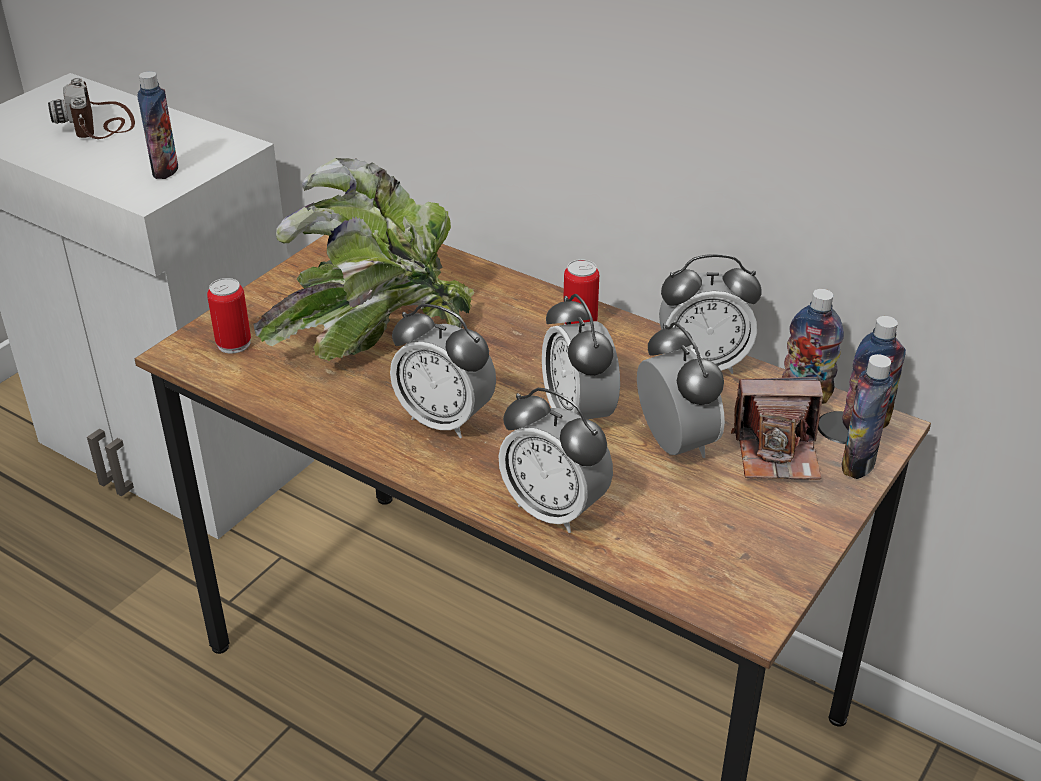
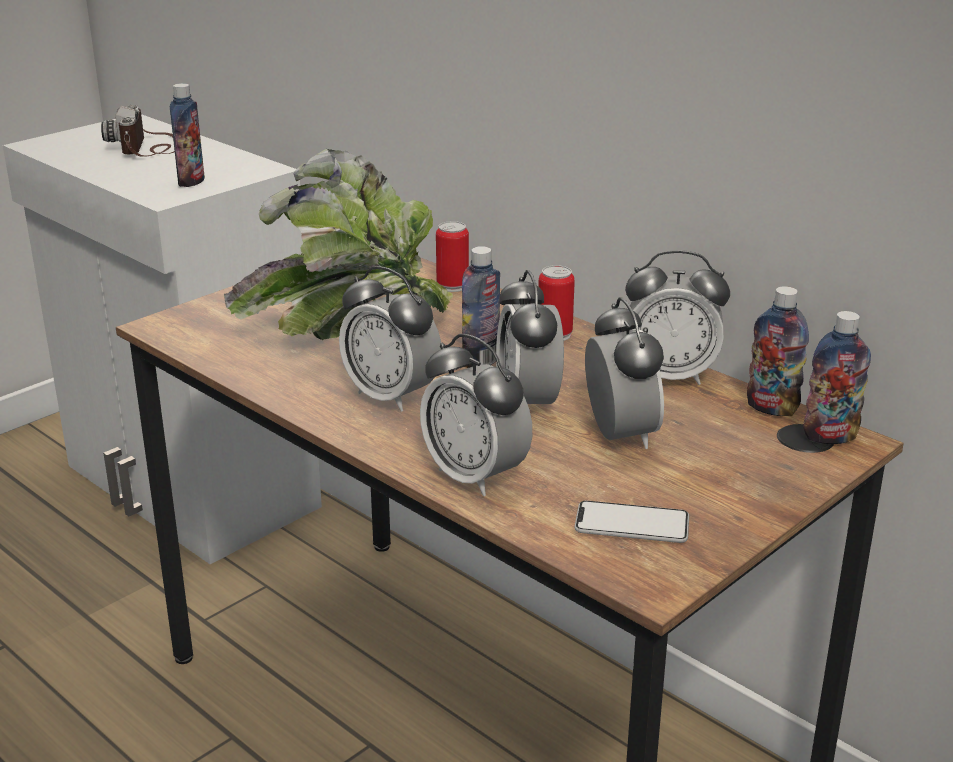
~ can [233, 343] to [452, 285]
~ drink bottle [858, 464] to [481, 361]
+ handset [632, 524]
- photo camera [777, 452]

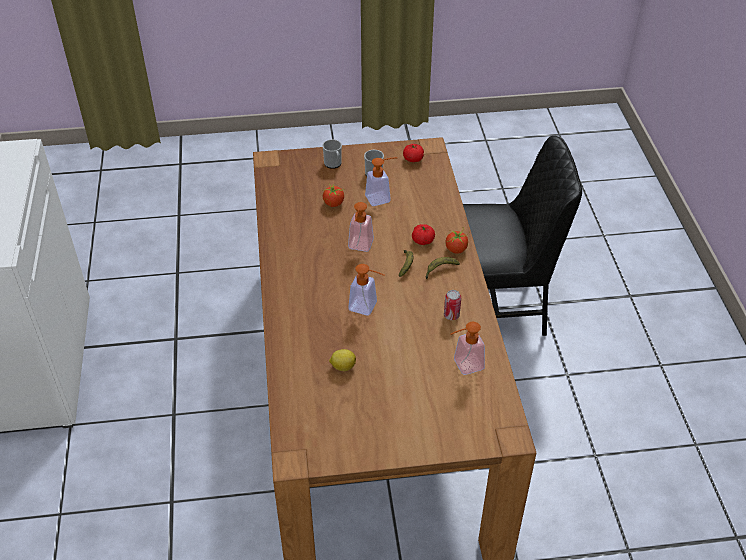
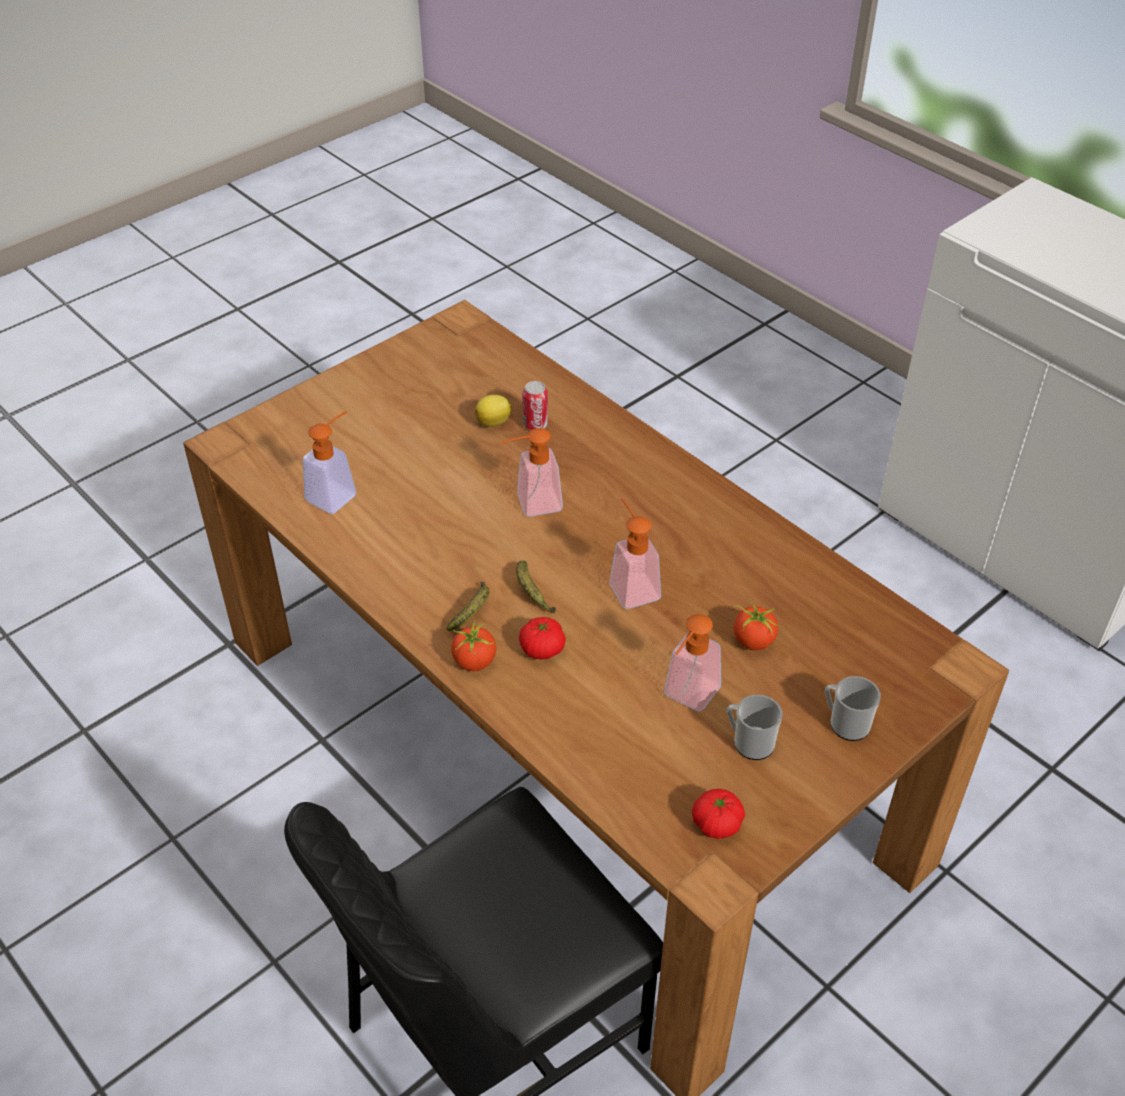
~ can [451, 315] to [535, 424]

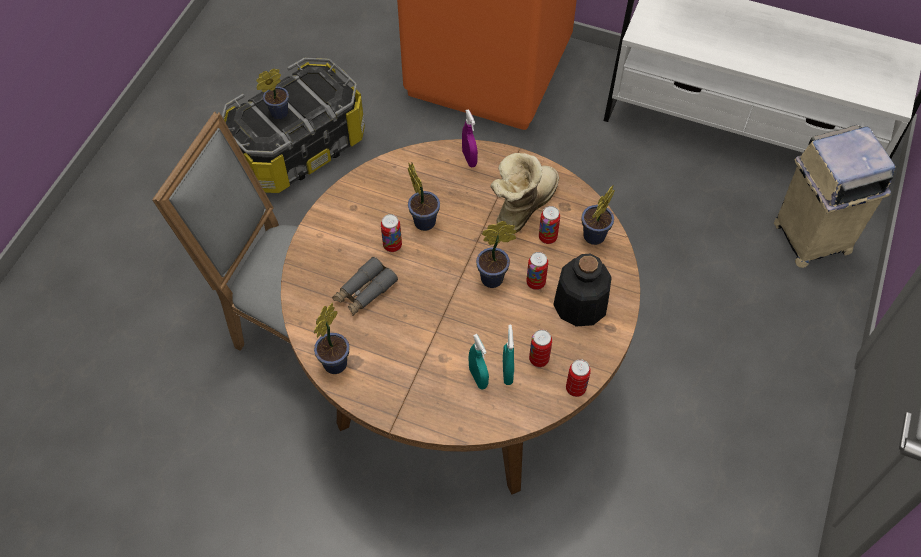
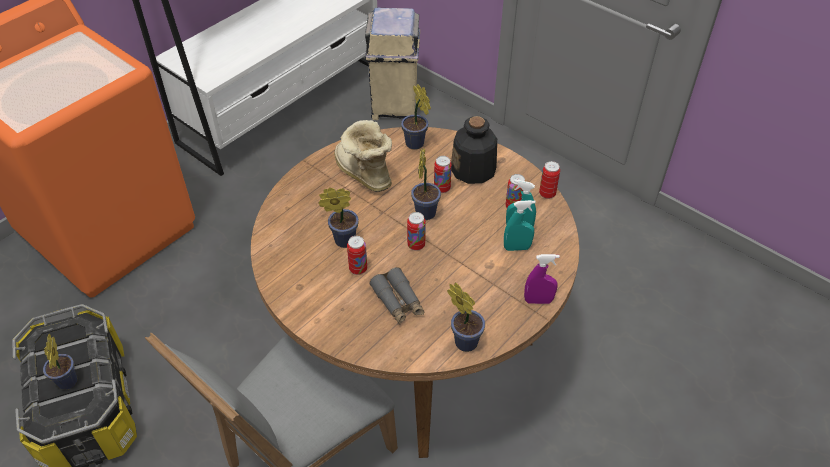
~ can [547, 237] to [416, 245]
~ purple-coloured spray bottle [469, 158] to [538, 300]

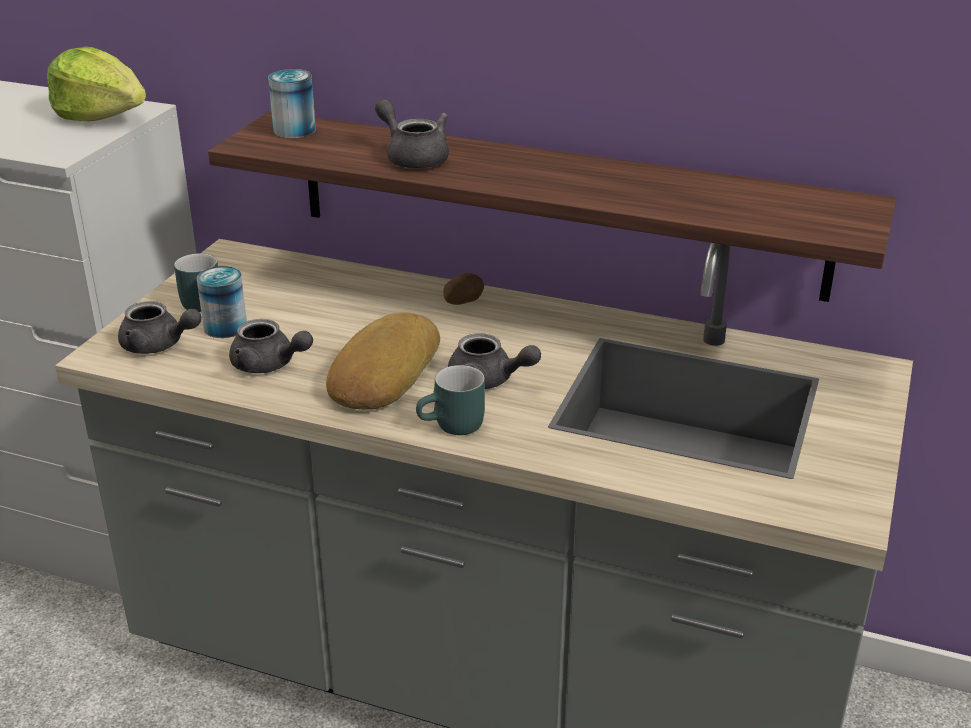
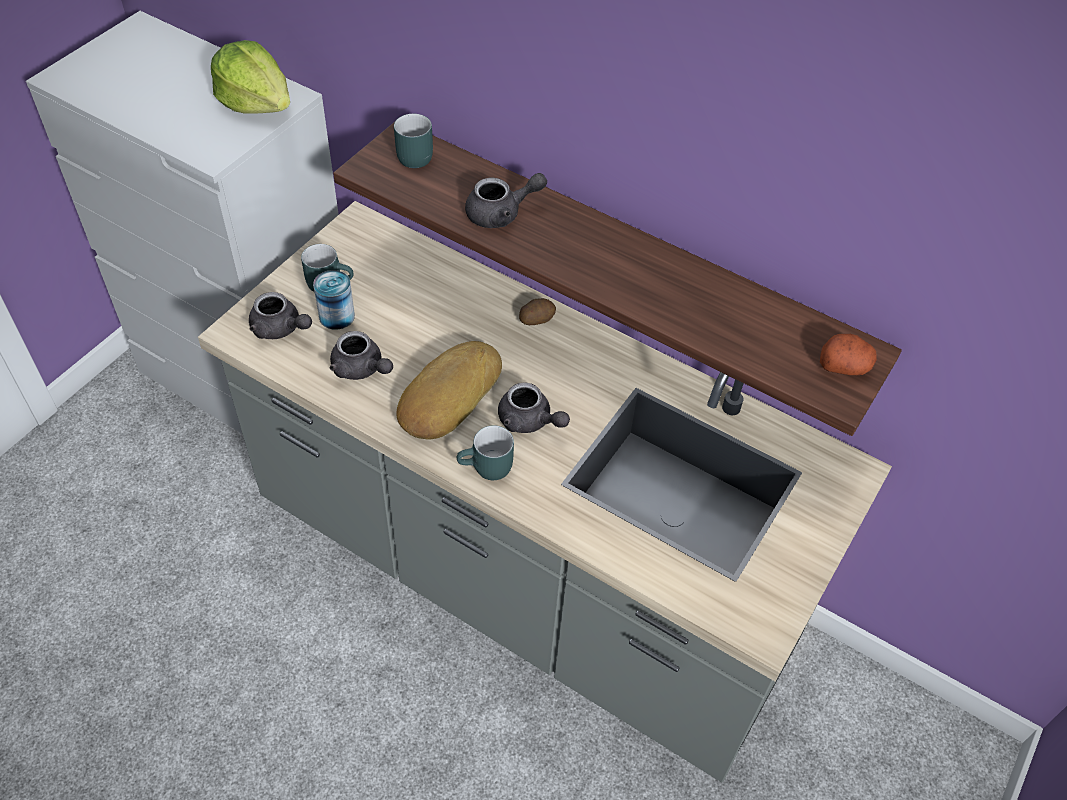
~ can [294, 130] to turquoise tea mug [412, 154]
~ gray pot for tea [413, 157] = [501, 214] 105 degrees clockwise
+ potato [844, 366]

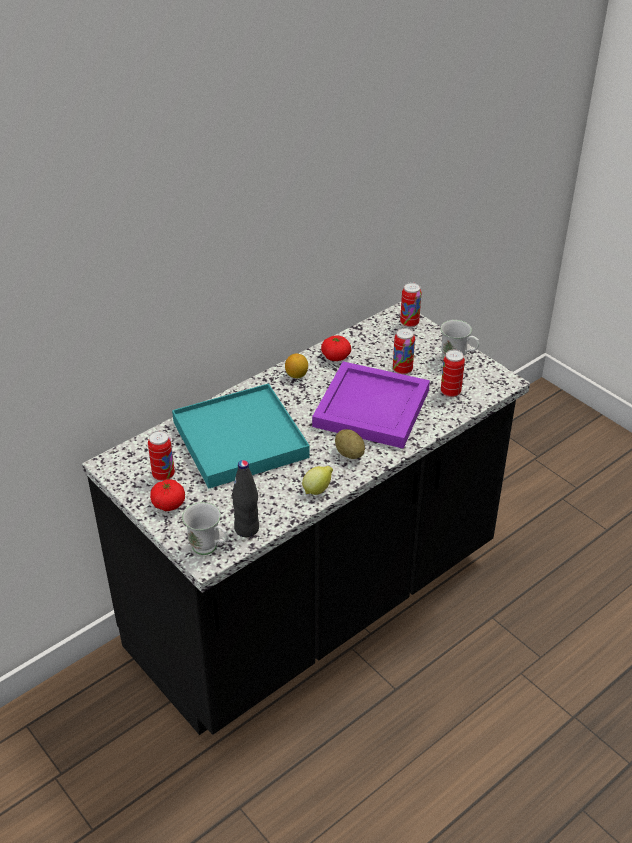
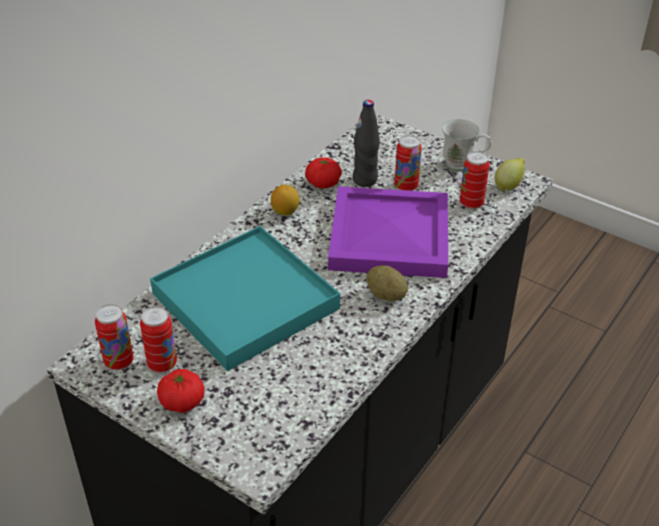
~ can [409, 323] to [119, 361]
~ black-coloured drink bottle [247, 529] to [365, 180]
~ citrus fruit [318, 490] to [508, 186]
- white tea mug [210, 549]

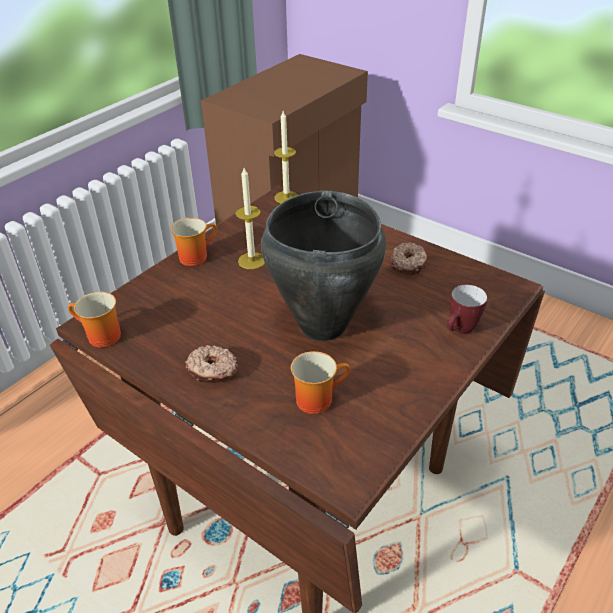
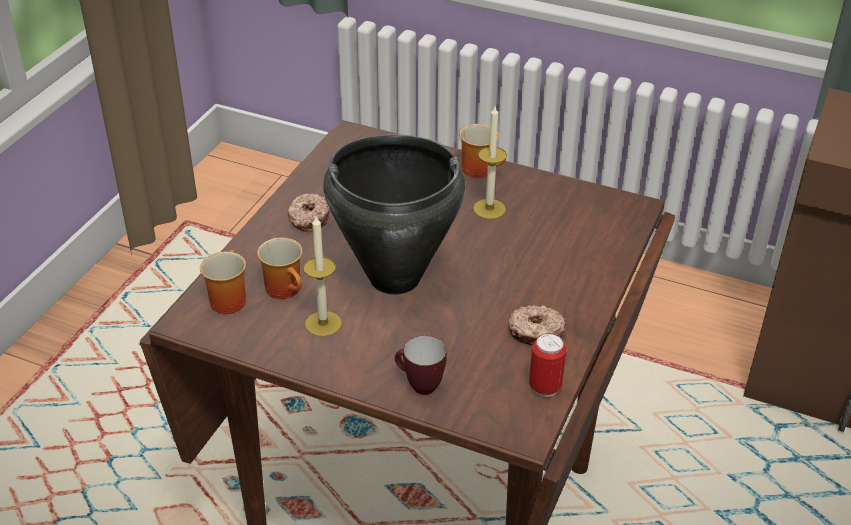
~ tea mug [99, 337] to [226, 299]
~ wax candle [286, 197] to [323, 324]
+ can [545, 387]

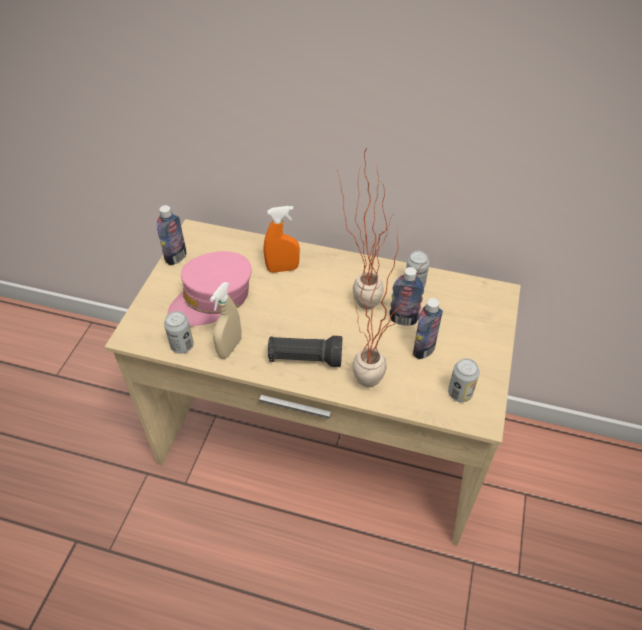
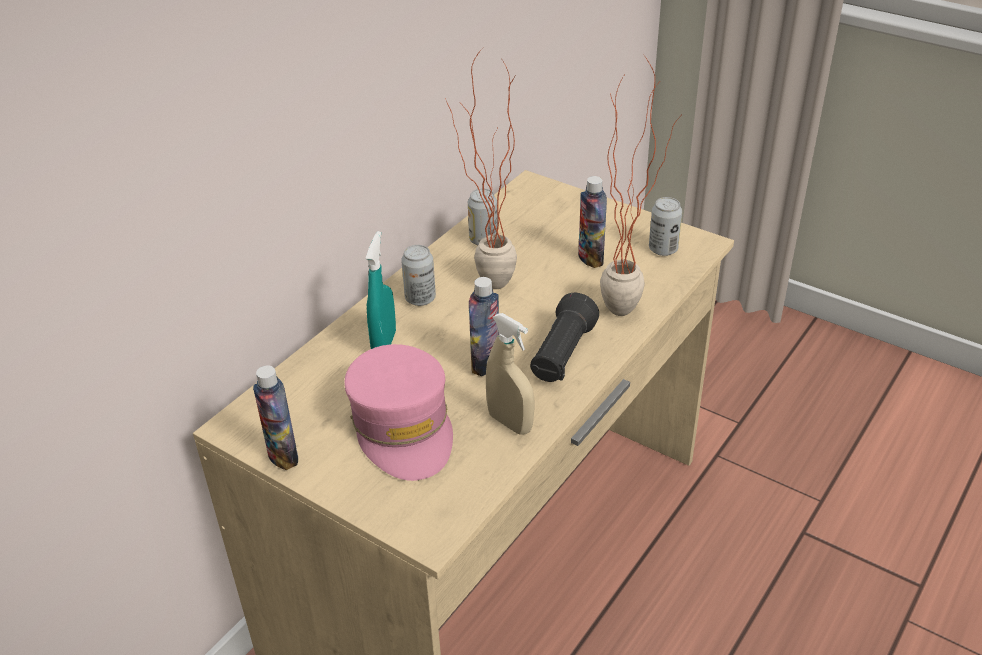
~ orange spray bottle [282, 269] to turquoise spray bottle [384, 344]
~ can [182, 346] to [420, 298]
~ drink bottle [403, 319] to [485, 364]

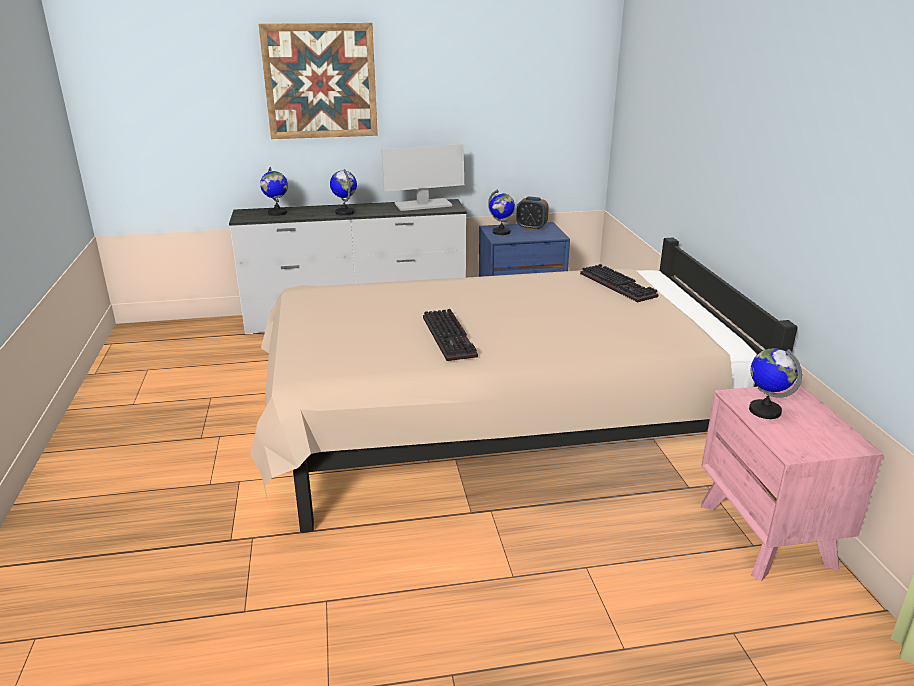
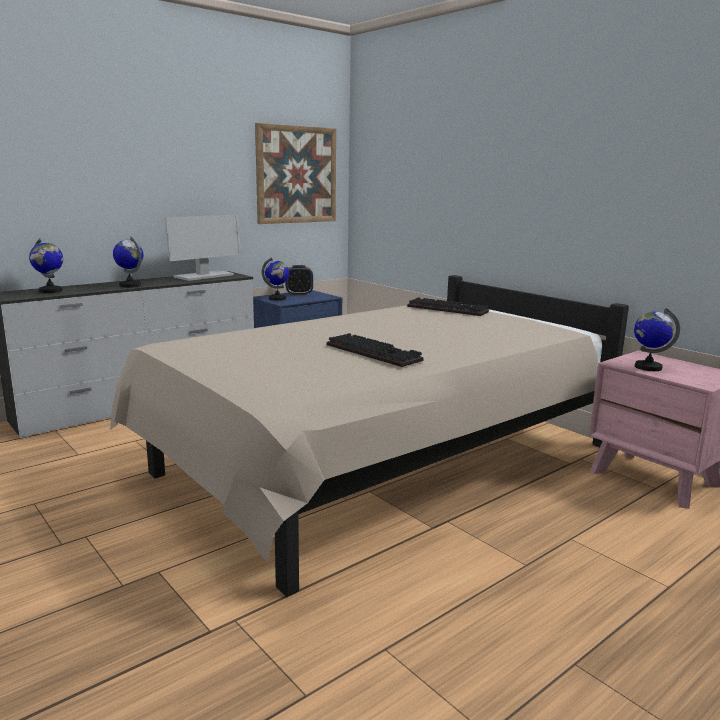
~ wall art [320, 81] to [296, 175]

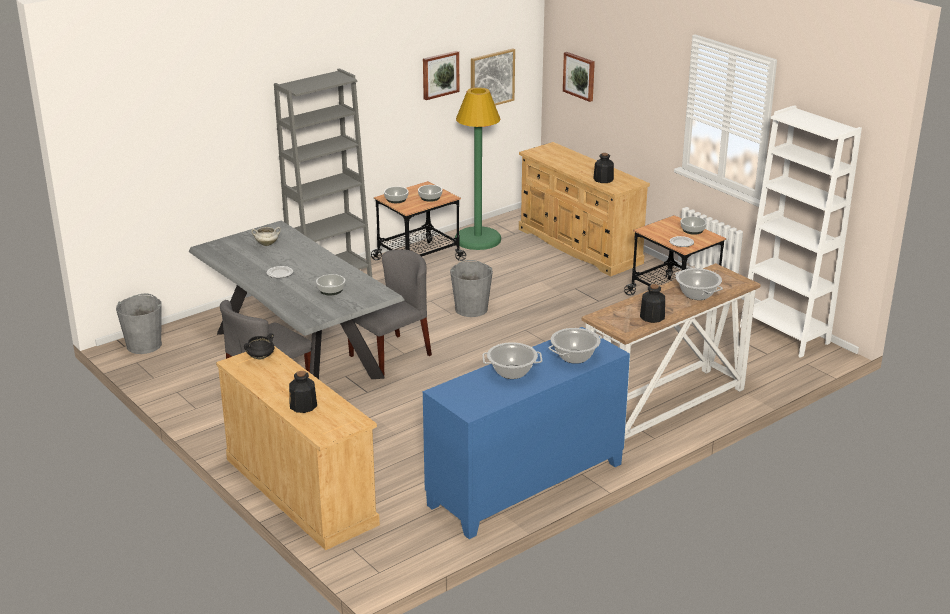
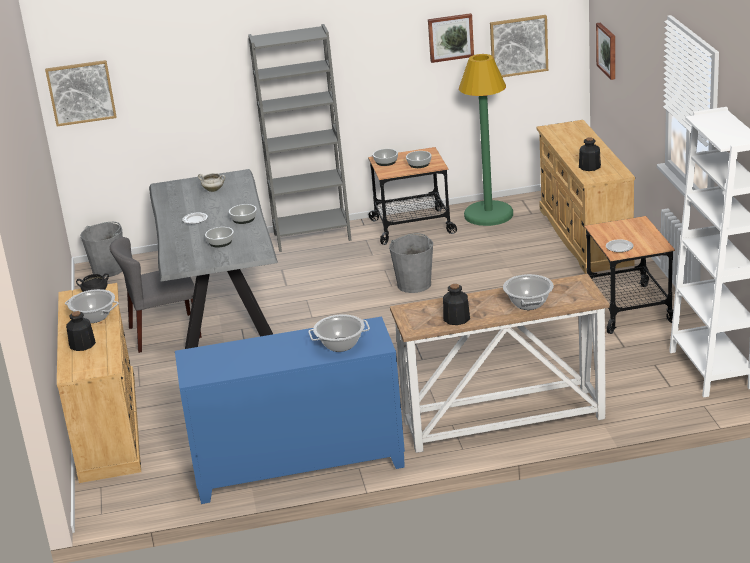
+ wall art [81, 92]
~ saucepot [512, 372] to [94, 317]
~ bowl [692, 230] to [243, 219]
- gray chair [390, 355]

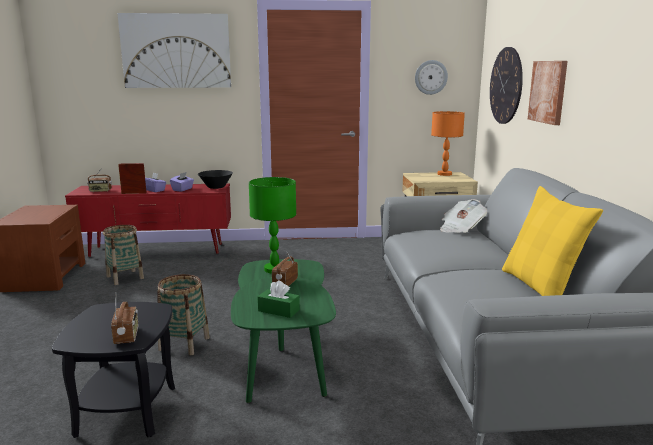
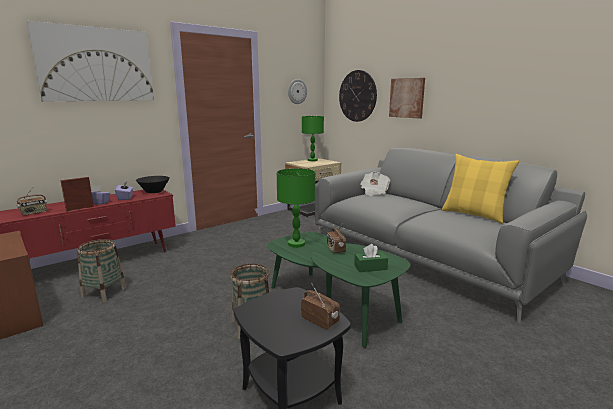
~ orange lamp for a table [444, 174] to green lamp for a table [312, 160]

